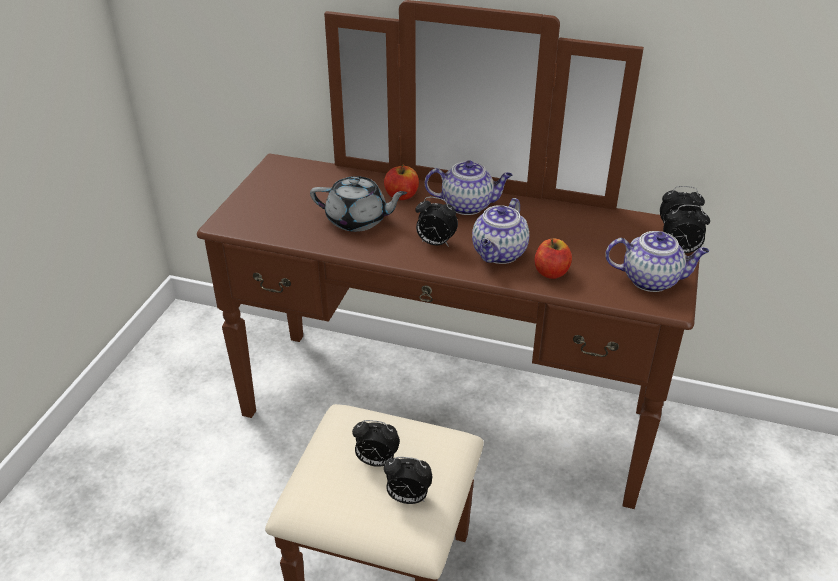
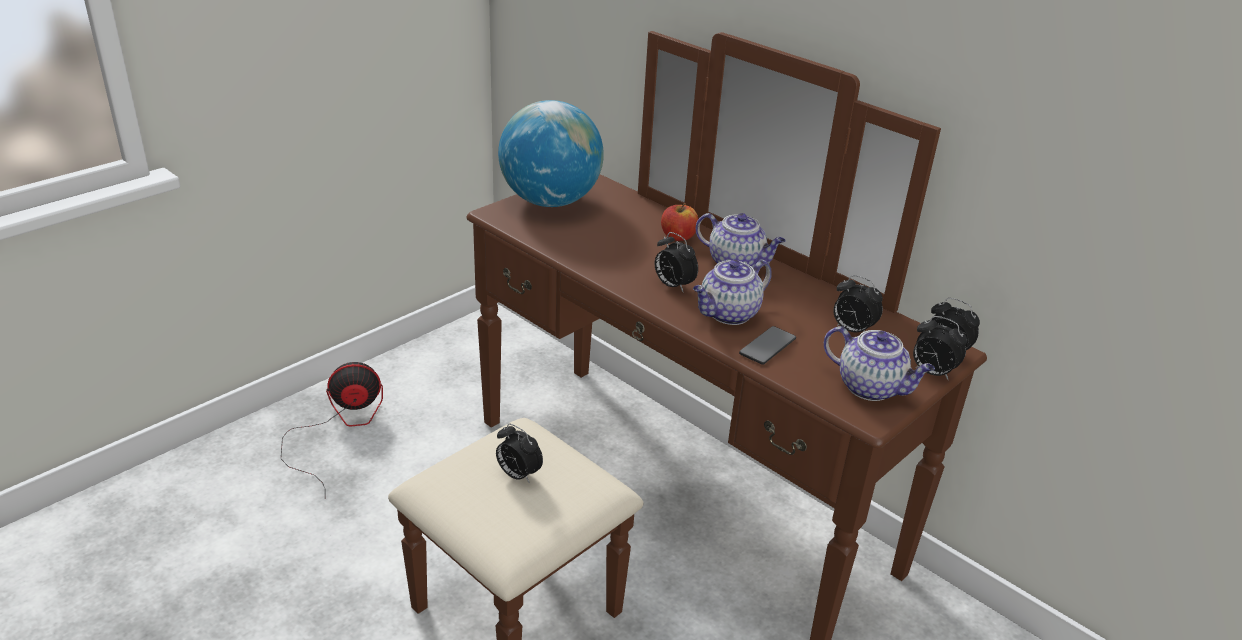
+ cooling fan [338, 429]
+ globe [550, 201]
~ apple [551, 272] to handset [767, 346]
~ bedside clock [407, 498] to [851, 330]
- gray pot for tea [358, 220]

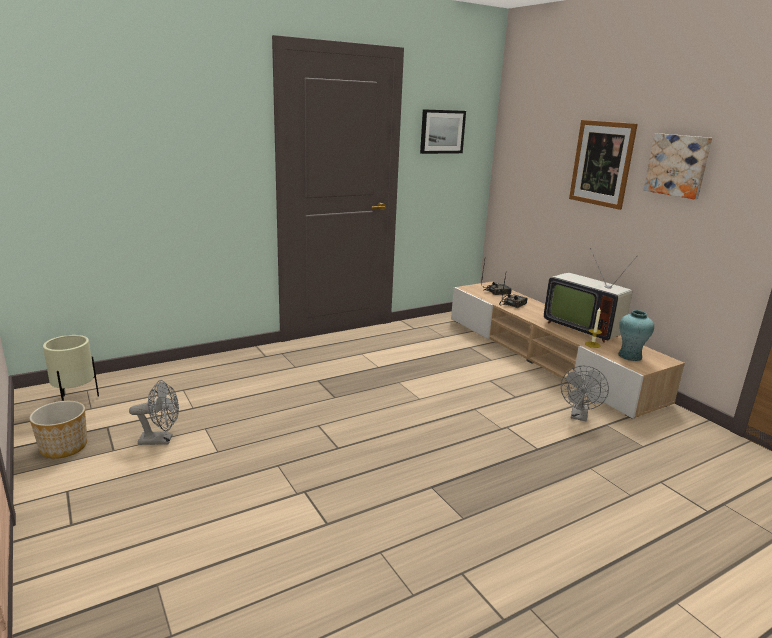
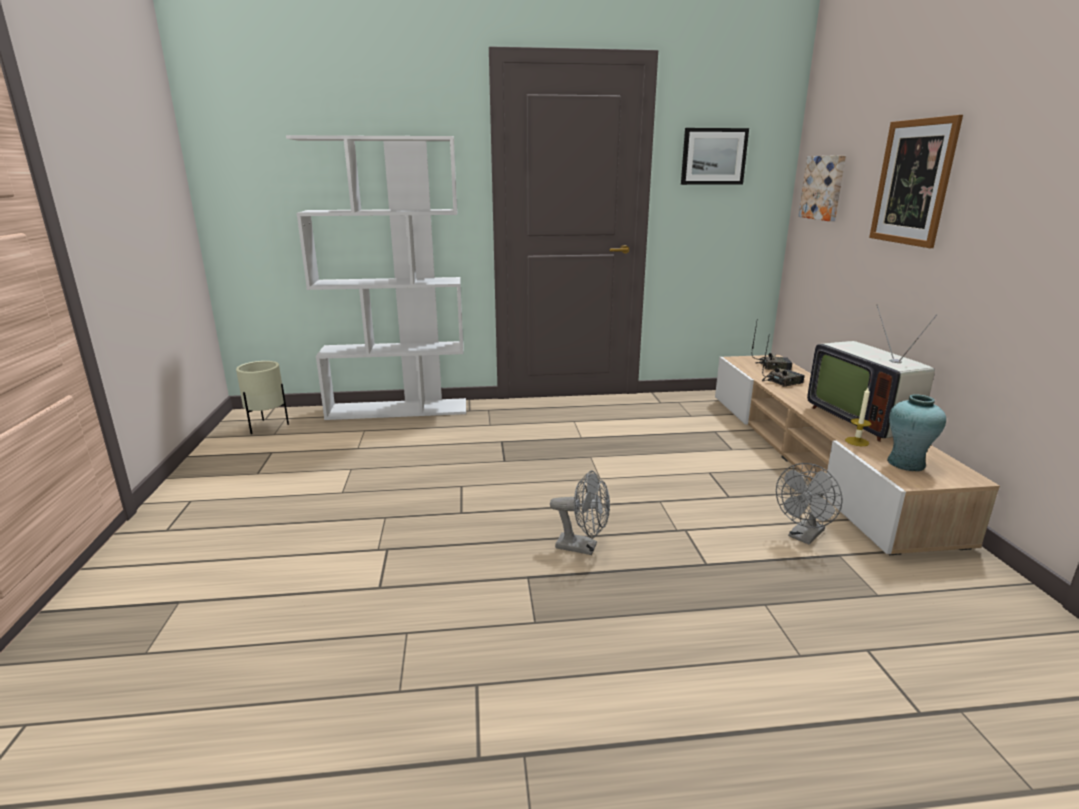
+ white bookshelf [398, 409]
~ gray cooling fan [161, 440] to [583, 547]
~ wall art [678, 165] to [824, 187]
- flower pot [63, 448]

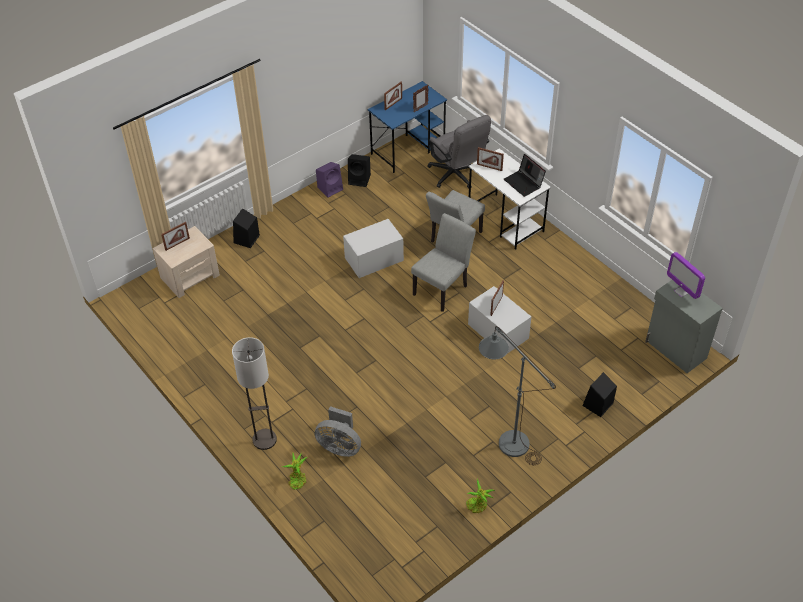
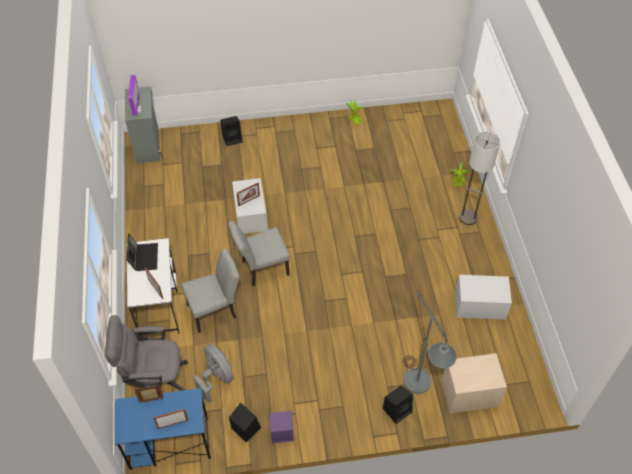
~ gray computer chair [456, 176] = [154, 379] 90 degrees counterclockwise
~ gray cooling fan [340, 446] to [216, 377]
~ gray standing lamp [507, 438] to [420, 388]
~ white storage container [374, 259] to [480, 305]
- picture frame [177, 244]

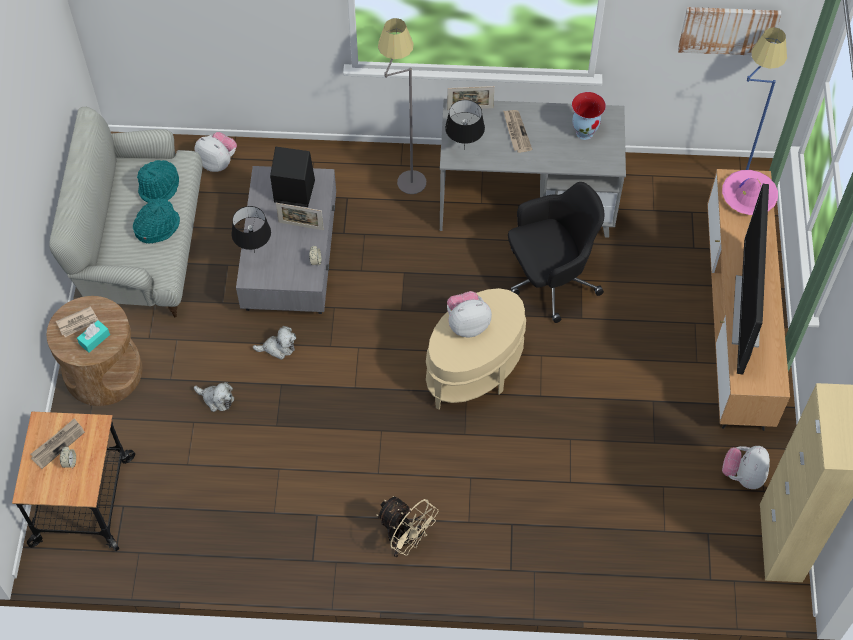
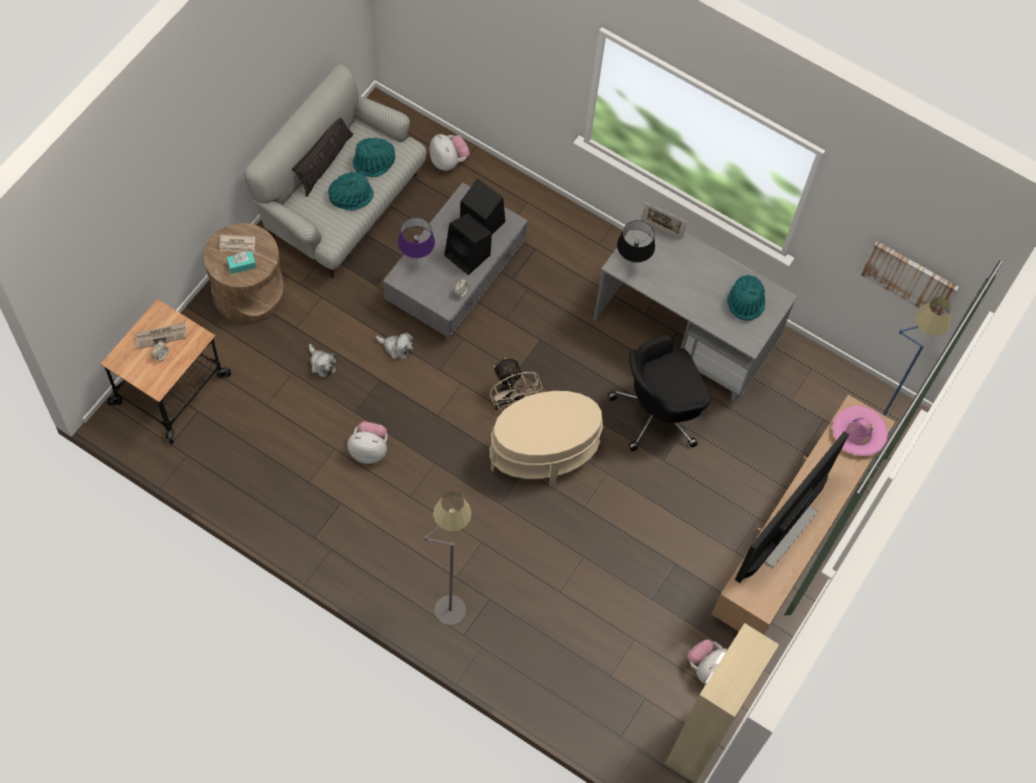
+ throw pillow [324, 162]
~ plush toy [467, 324] to [369, 450]
~ black-coloured lamp for a table [254, 252] to purple-coloured lamp for a table [416, 258]
~ gray standing lamp [403, 173] to [448, 596]
~ picture frame [301, 226] to black-coloured loudspeaker [468, 255]
~ beige-coloured cooling fan [405, 540] to [510, 401]
~ black-coloured computer chair [549, 280] = [658, 412] 150 degrees clockwise
~ decorative vase [585, 132] to turquoise hat [746, 302]
- daily paper [516, 132]

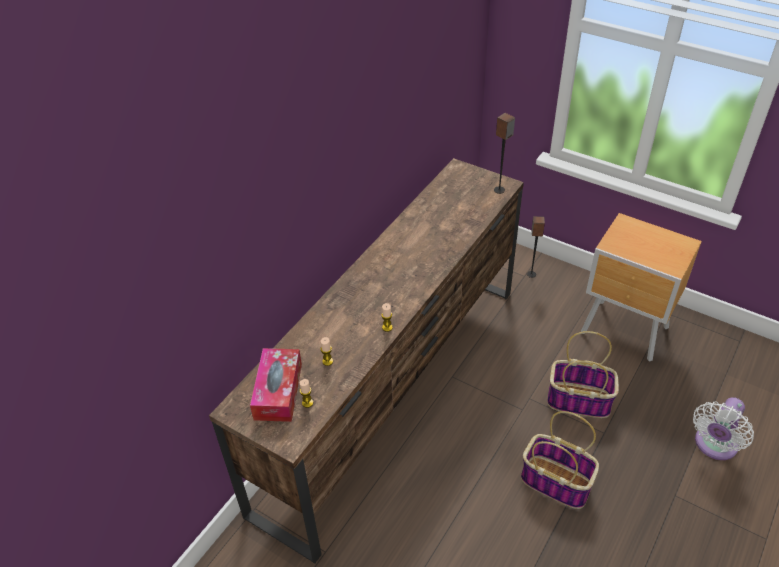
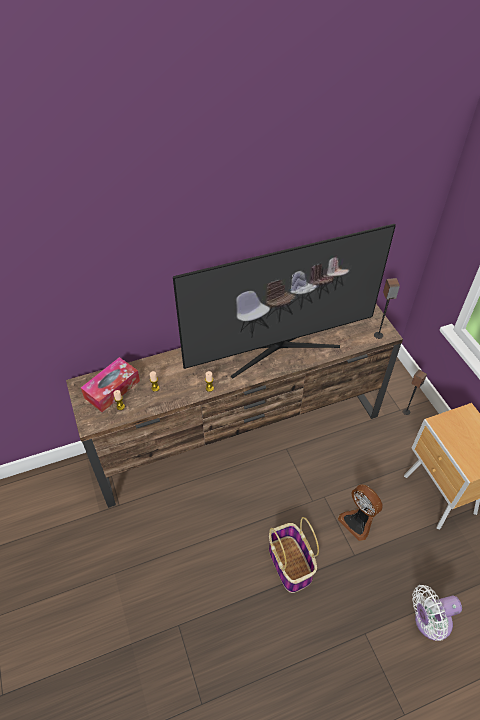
+ TV set [279, 348]
~ household basket [579, 400] to cooling fan [358, 521]

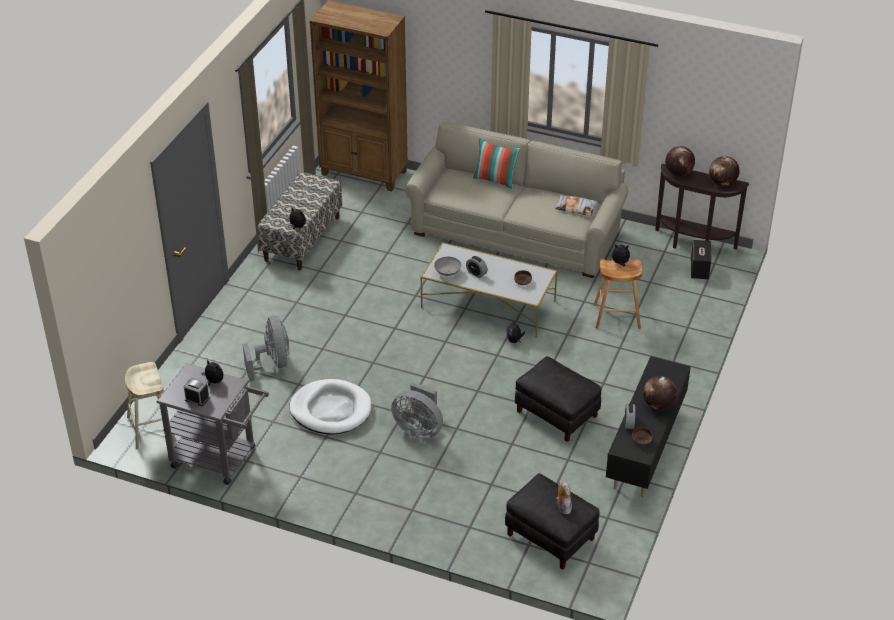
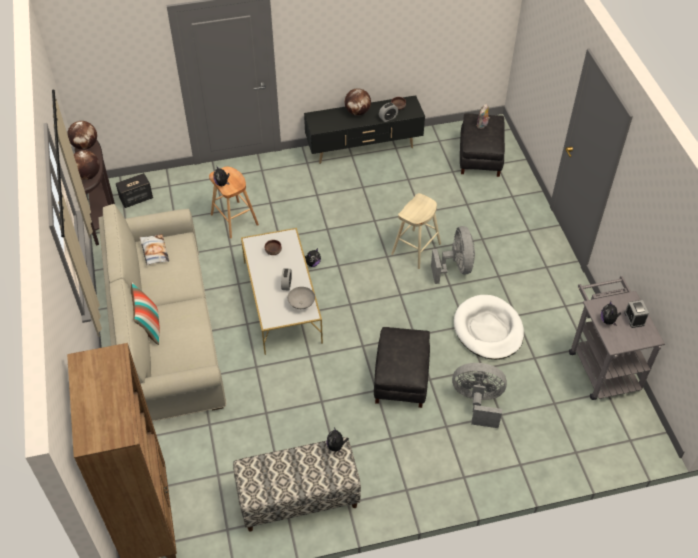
~ black-coloured footrest [556, 414] to [401, 379]
~ beige-coloured stool seat [151, 428] to [416, 249]
~ gray cooling fan [272, 363] = [477, 402] 60 degrees clockwise

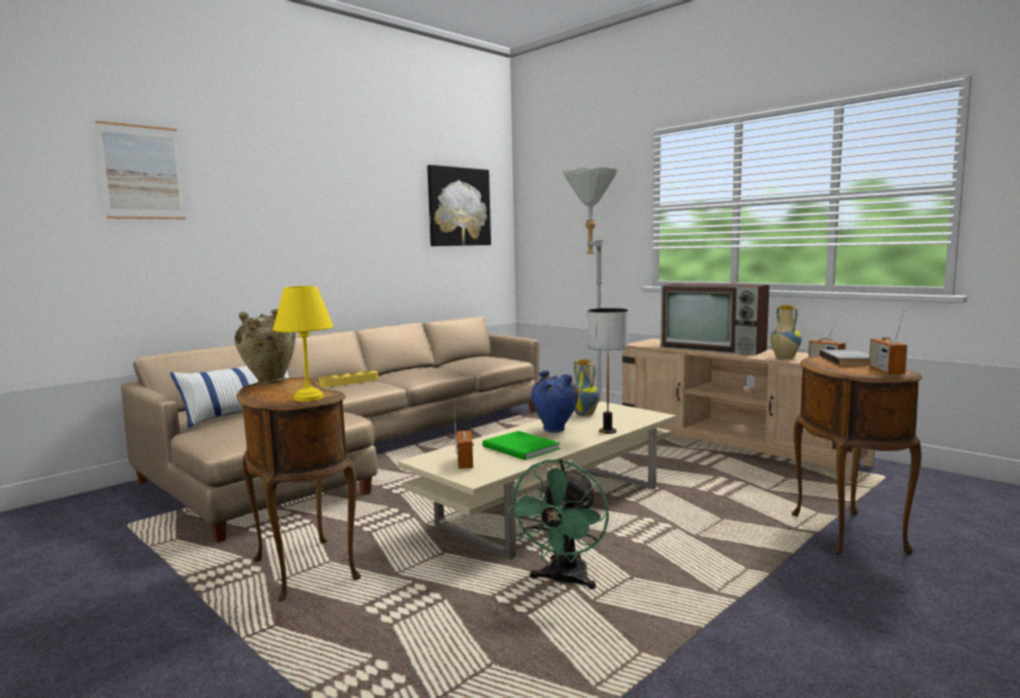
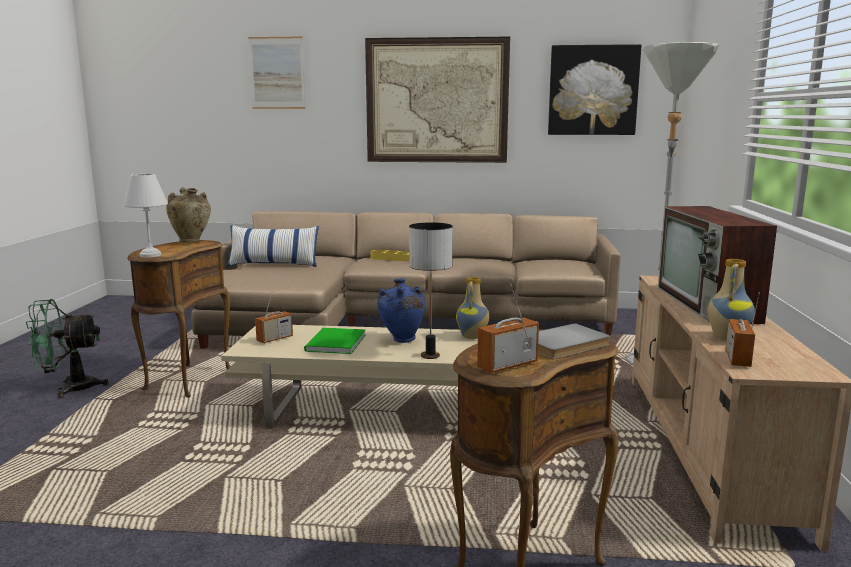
~ green cooling fan [563, 581] to [69, 388]
~ yellow-coloured lamp for a table [309, 398] to white lamp for a table [150, 255]
+ wall art [437, 101]

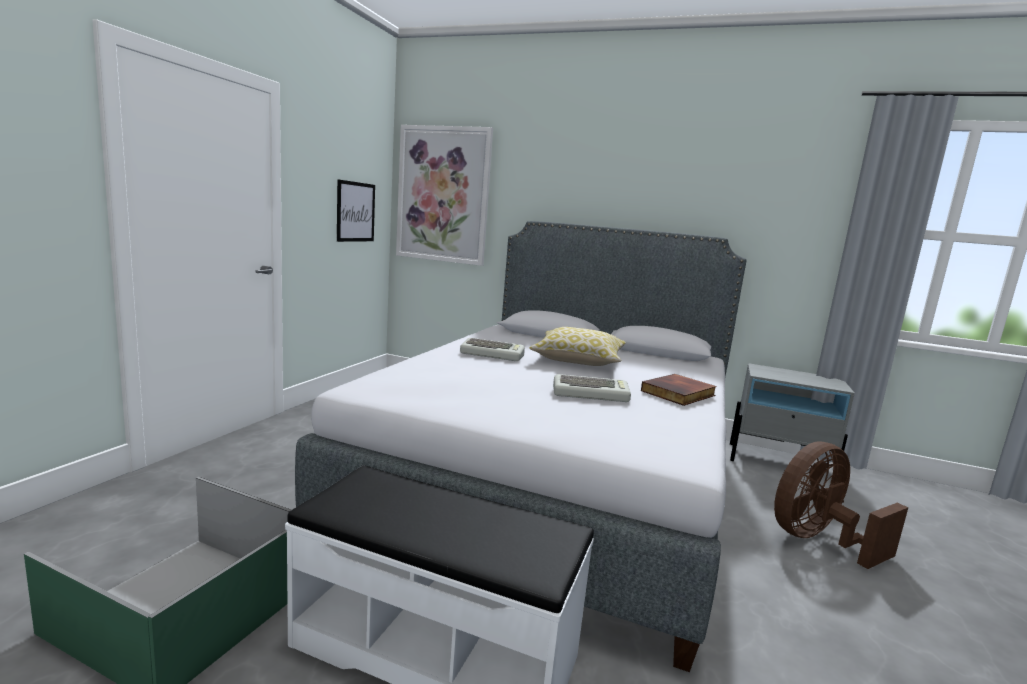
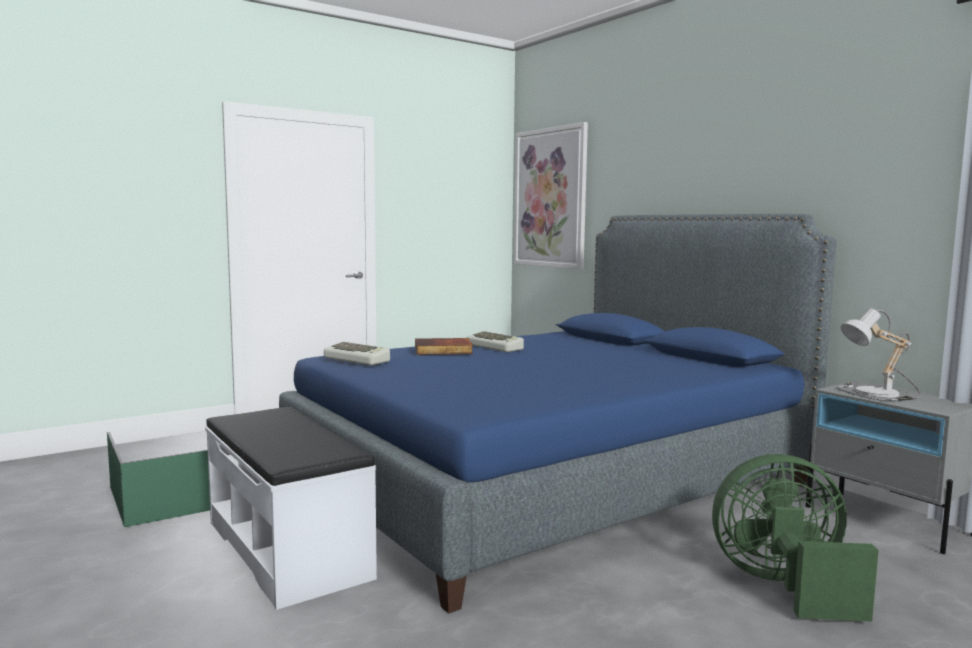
~ gray sleeping bed [555, 476] to blue sleeping bed [549, 481]
~ PC keyboard [591, 394] to [358, 359]
~ book [679, 393] to [442, 350]
~ brownish cooling fan [817, 540] to green cooling fan [784, 586]
+ lamp for a table [878, 394]
- wall art [355, 212]
- throw pillow [578, 360]

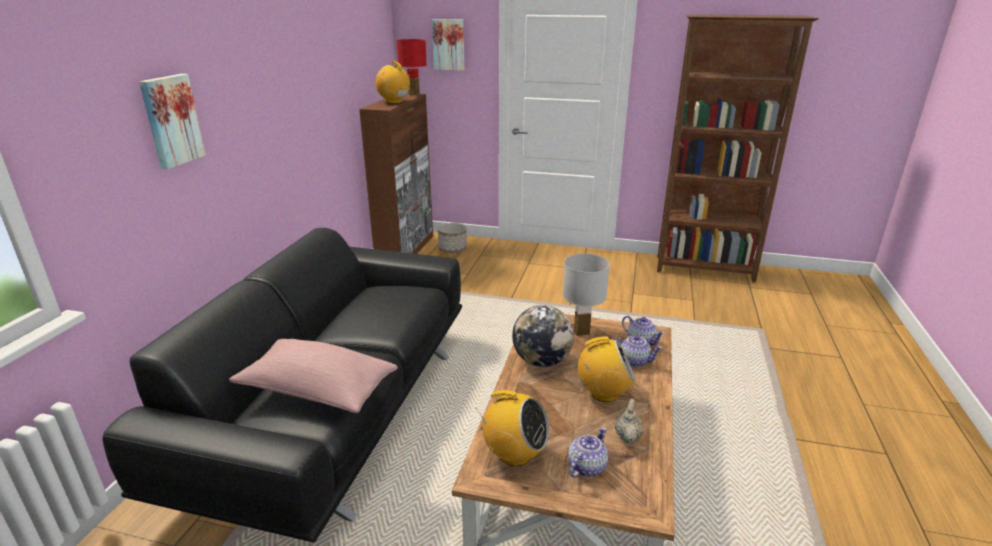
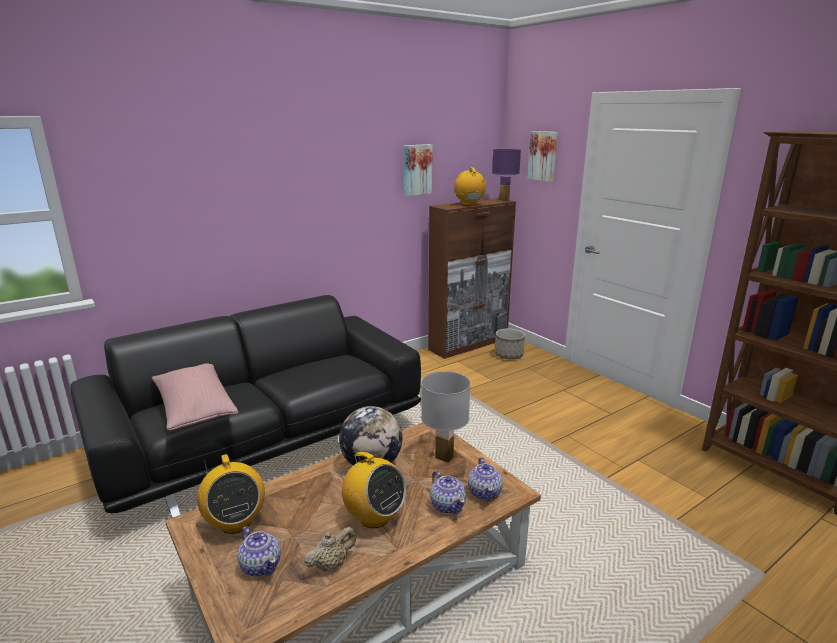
~ pot for tea [586, 467] = [261, 565] 60 degrees clockwise
~ wall art [171, 120] to [416, 169]
~ reddish lamp for a table [414, 94] to purple-coloured lamp for a table [504, 200]

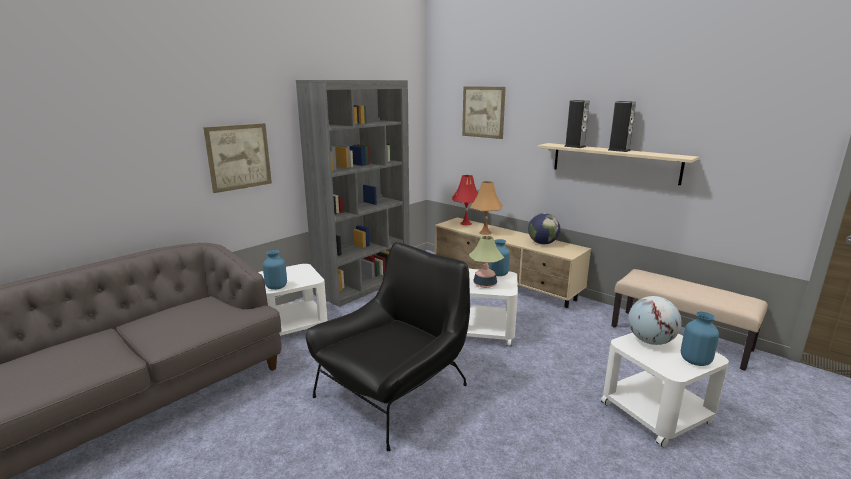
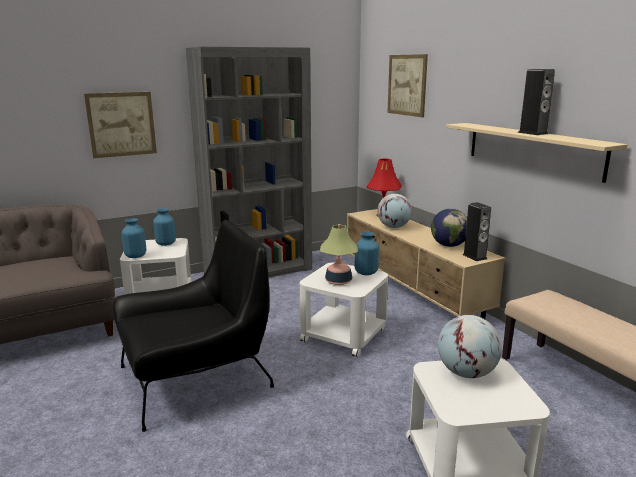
~ blue decorative vase [695, 361] to [165, 244]
~ orange lamp for a table [485, 232] to globe [393, 227]
~ loudspeaker [574, 146] to [474, 256]

